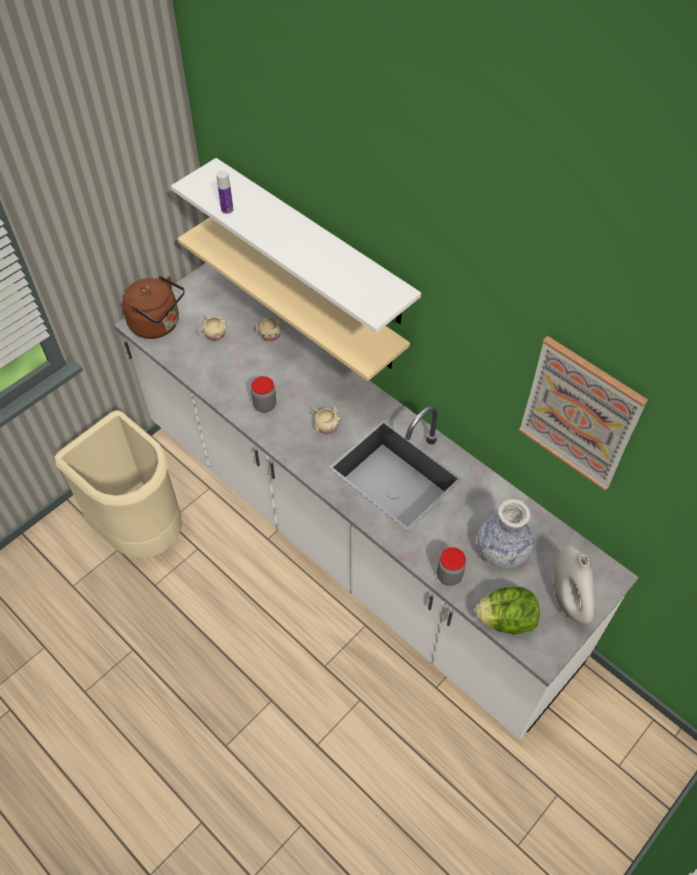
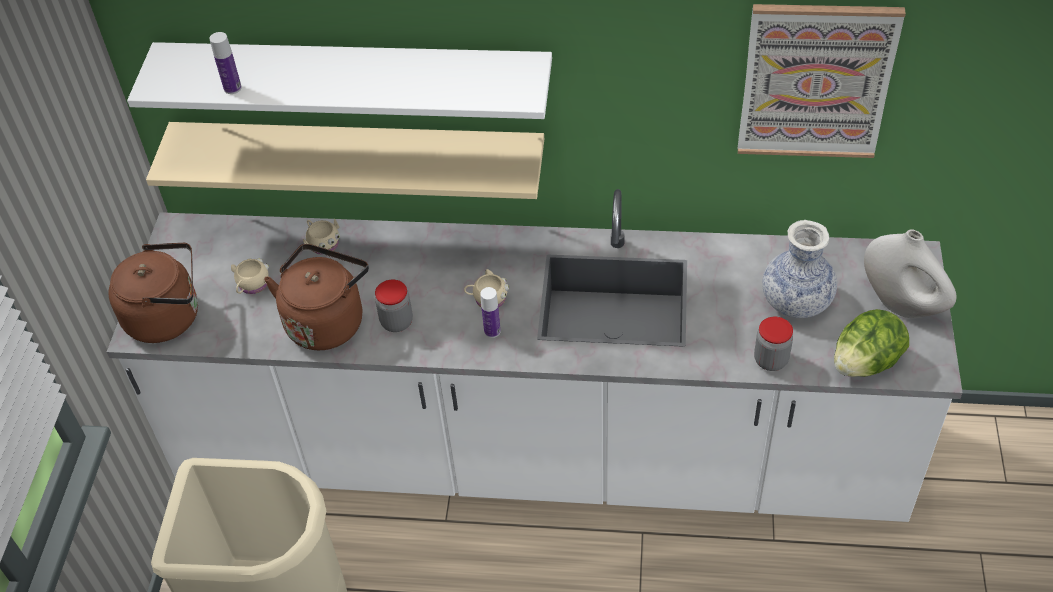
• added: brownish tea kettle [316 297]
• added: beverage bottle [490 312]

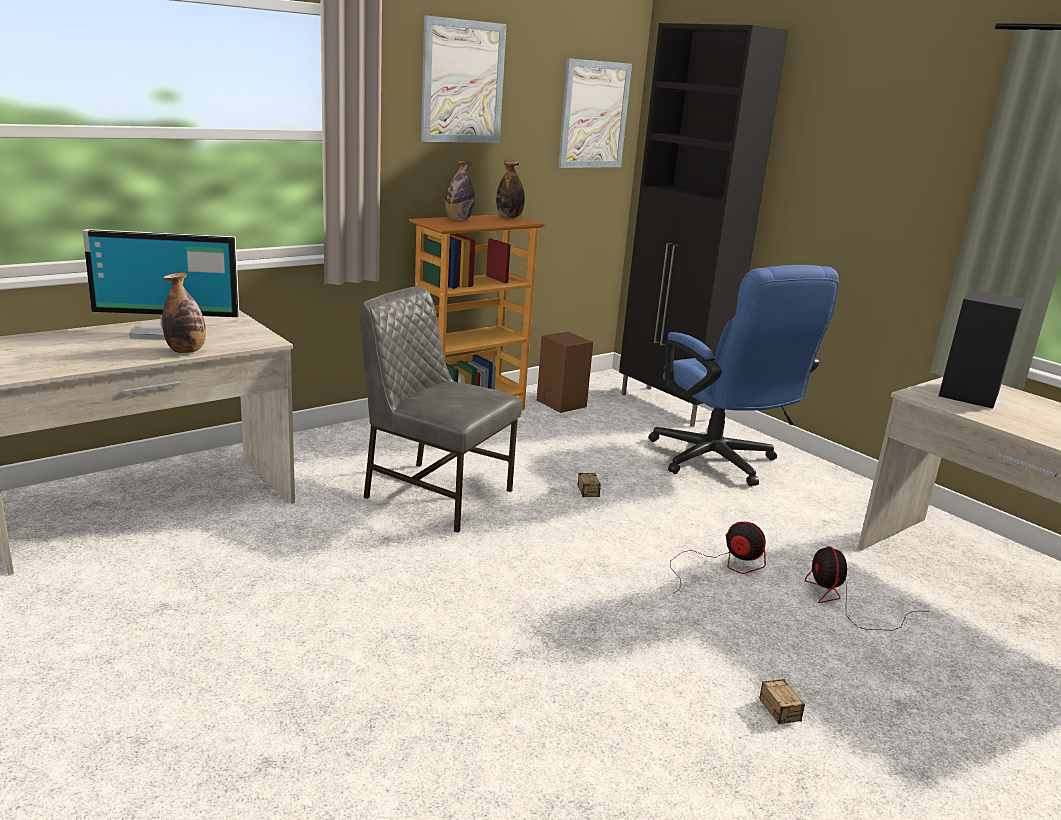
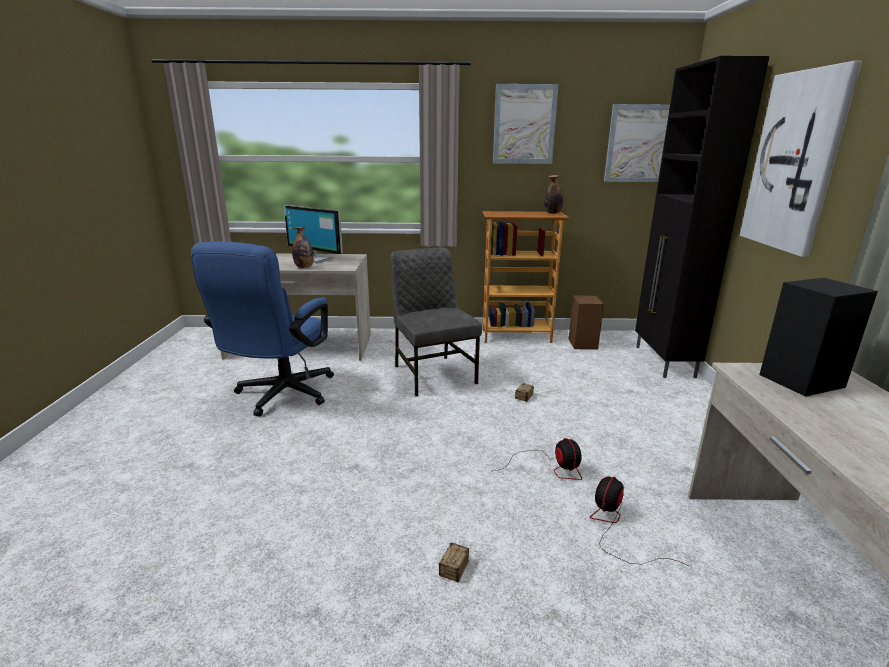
• moved: blue office chair [743 375] to [262 328]
• added: wall picture [801 159]
• removed: beverage bottle [460 190]

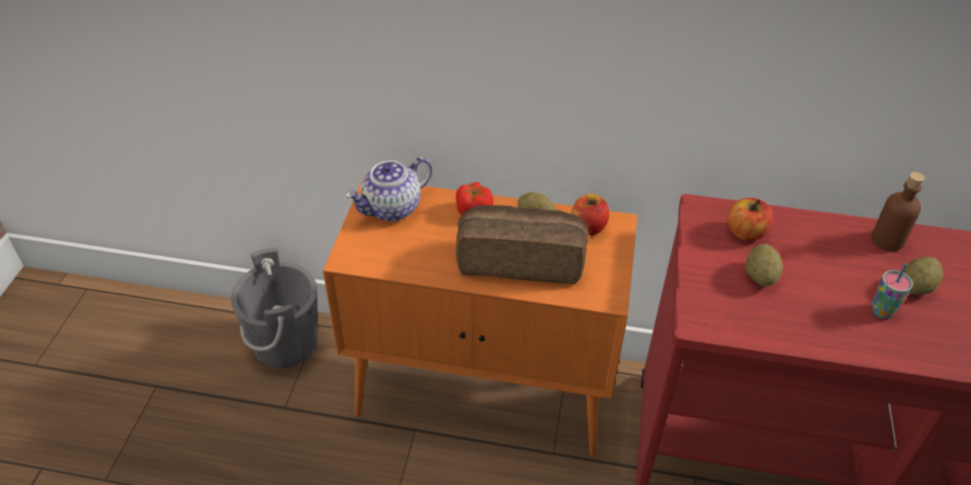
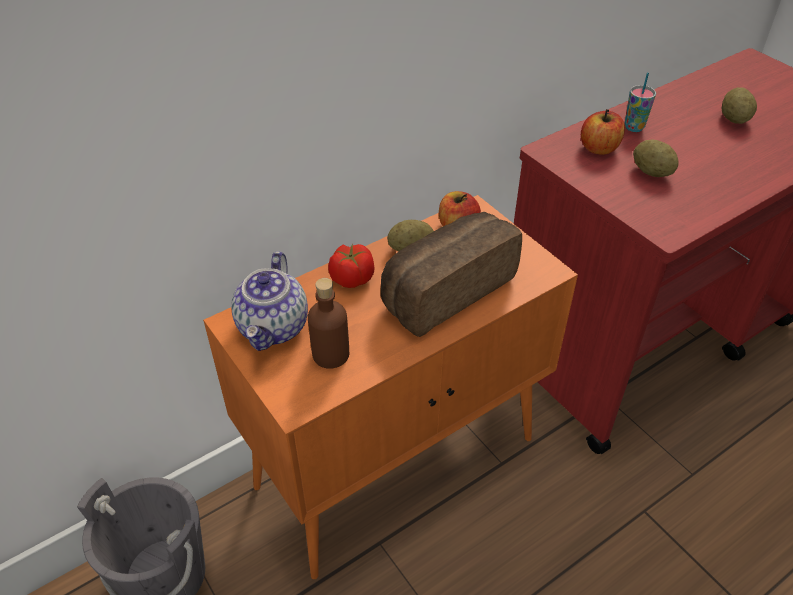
• moved: brownish beverage bottle [898 211] to [328 323]
• moved: drinking cup [892 291] to [640 102]

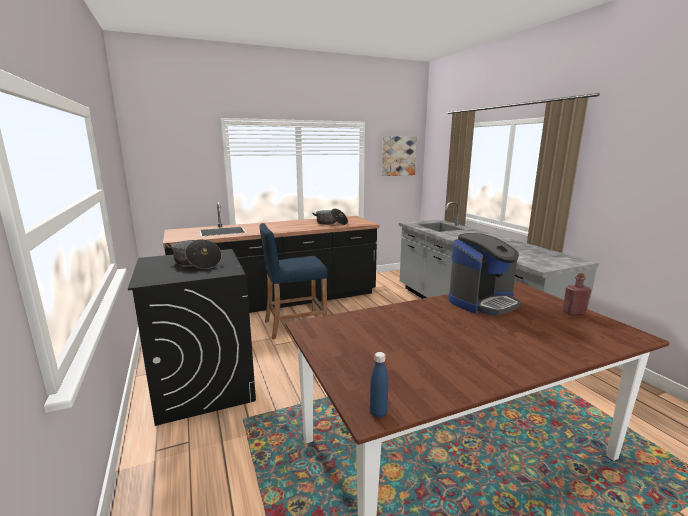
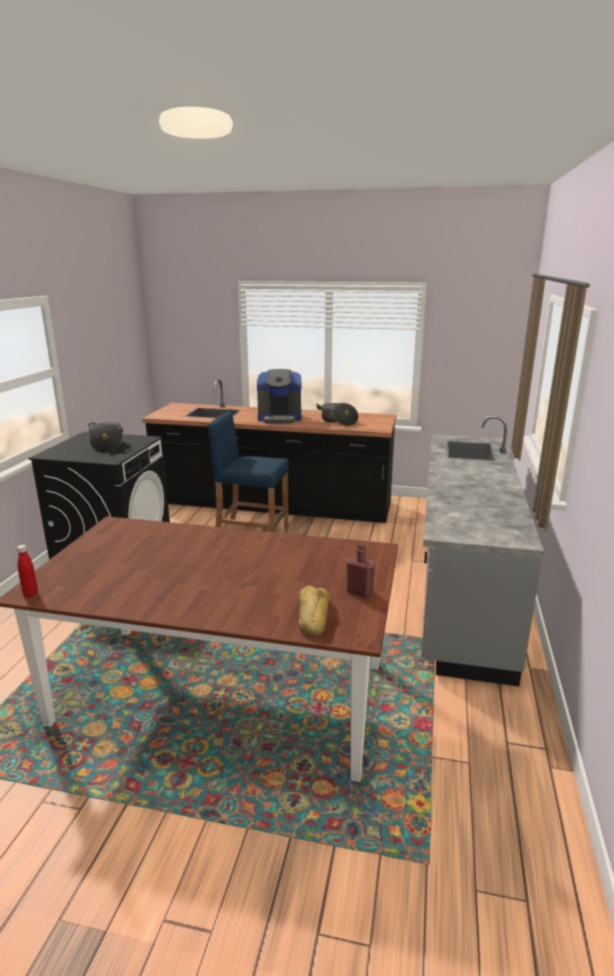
• recoloured: blue beverage bottle [379 385] to red-coloured beverage bottle [27 571]
• moved: coffee maker [485 274] to [279 396]
• added: baked bread [314 611]
• removed: wall picture [399 156]

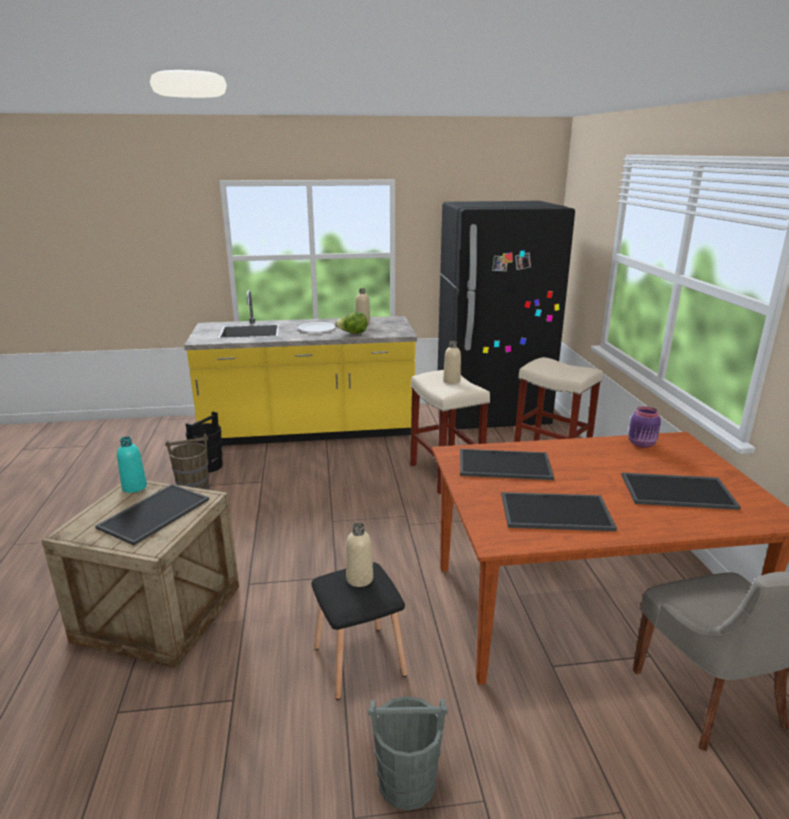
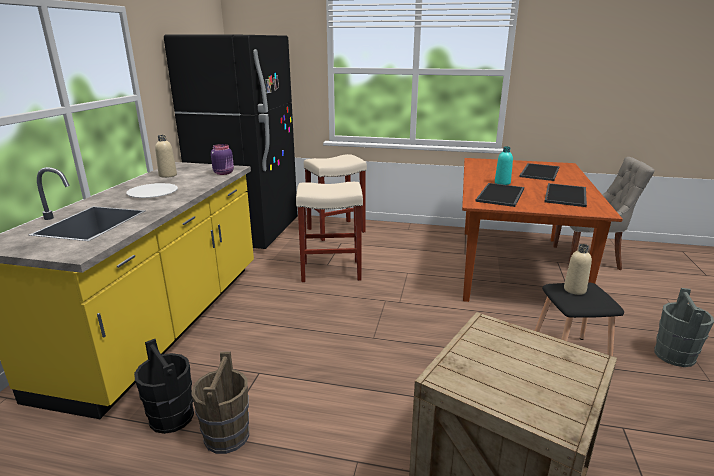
• moved: purple storage jar [644 427] to [222 159]
• moved: turquoise beverage bottle [132 464] to [504 165]
• removed: carrying tray [152 514]
• removed: lettuce head [350 323]
• removed: beige beverage bottle [452 362]

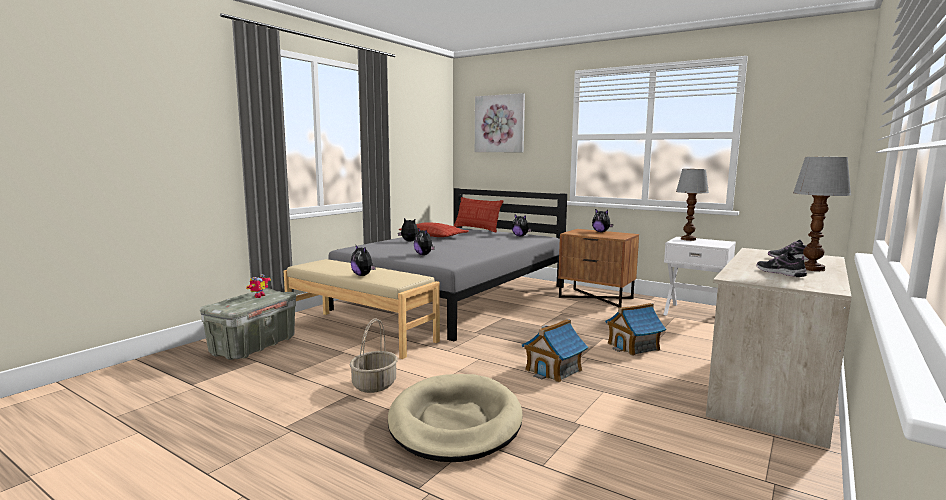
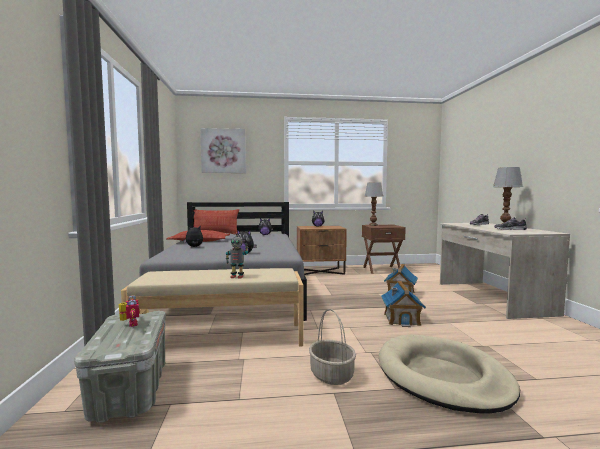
• replaced: plush toy [363 260] to robot figure [237 255]
• recoloured: white nightstand [699 276] to brownish nightstand [384 249]

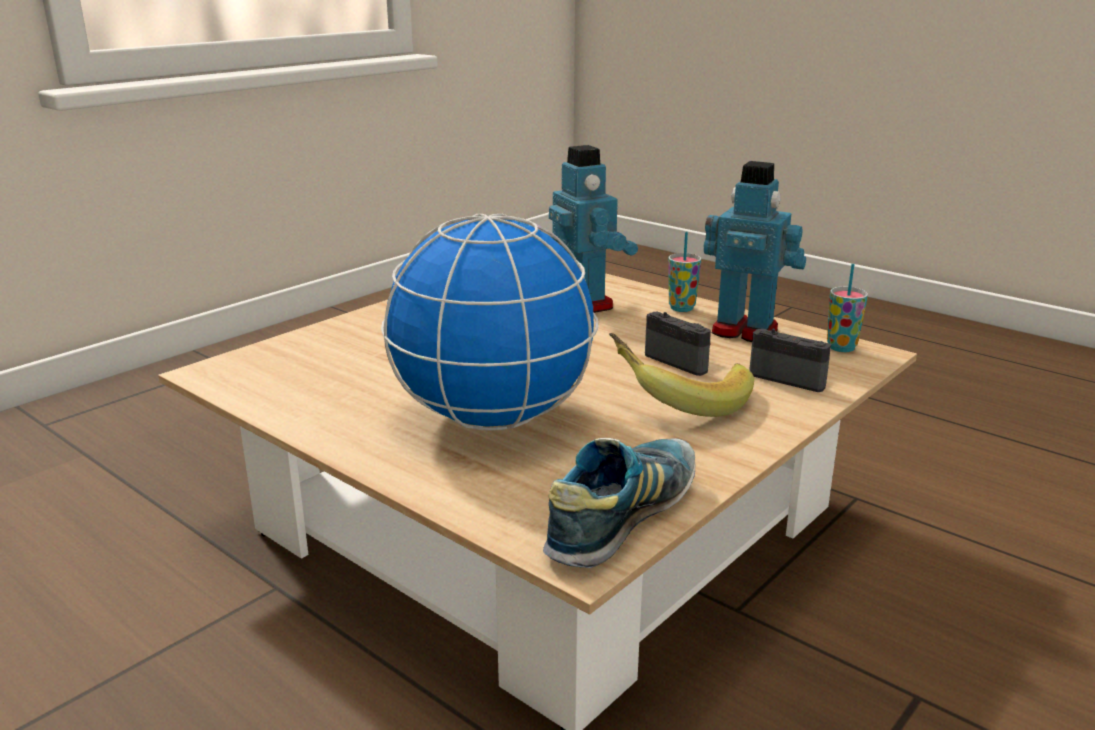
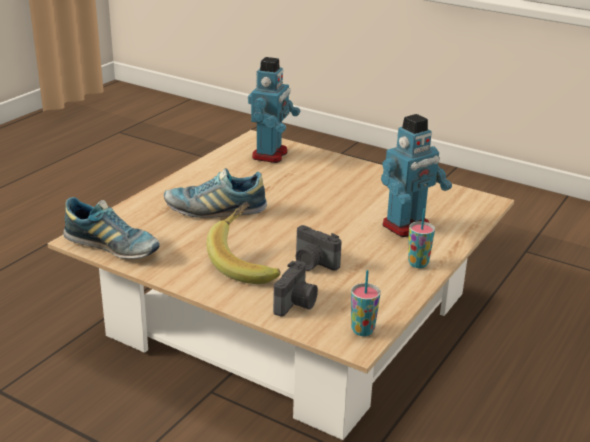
• replaced: desk globe [490 322] to low shoe [215 193]
• moved: robot figure [755 251] to [274 110]
• turned: photo camera [678 344] = [319 248] 90 degrees clockwise

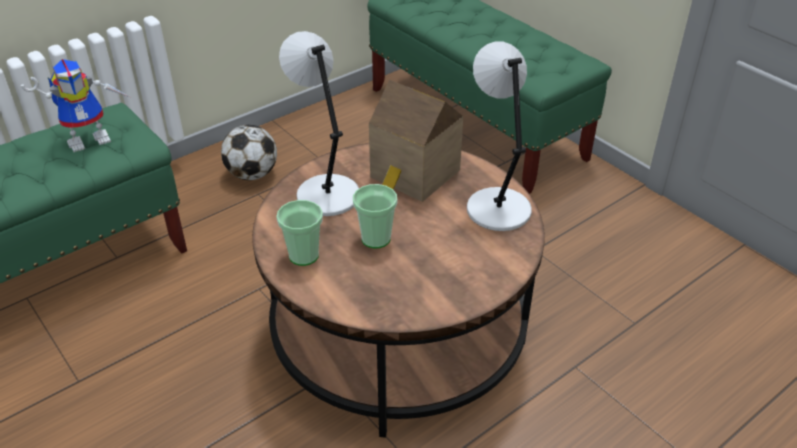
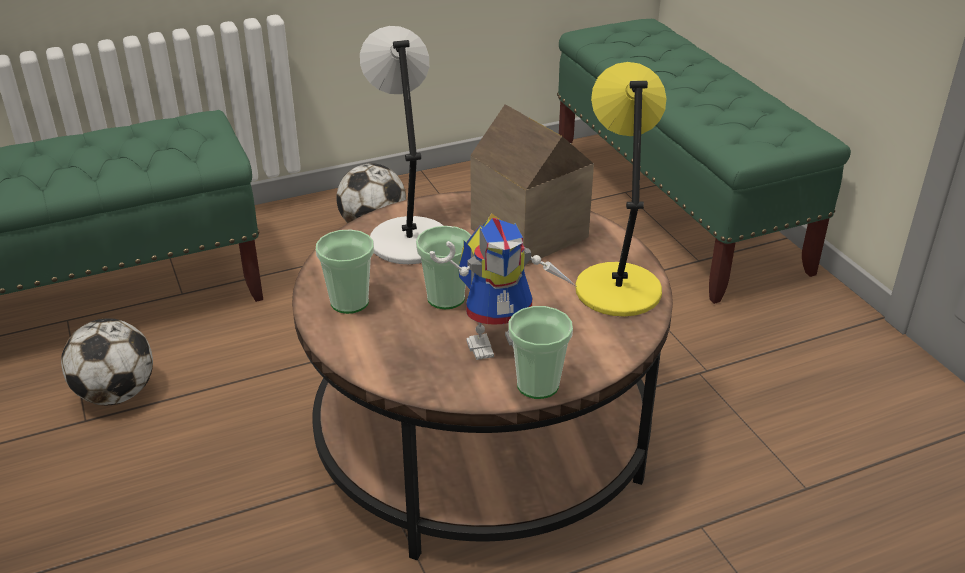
• added: ball for football [107 361]
• moved: robot figure [75 105] to [503 289]
• added: drinking cup [540 352]
• recoloured: greyish lamp for a table [499 136] to yellowish lamp for a table [621 189]

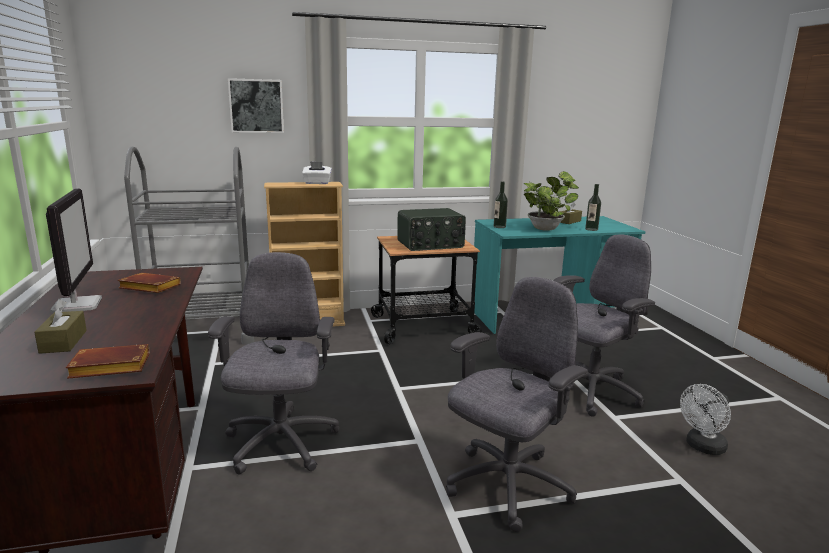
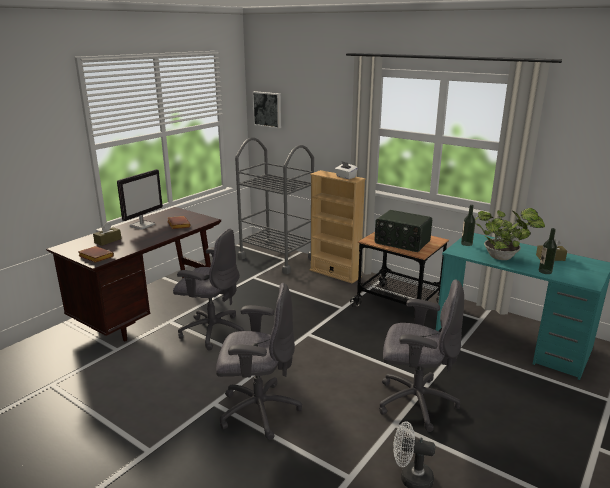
• turned: greyish office chair [273 363] = [209 290] 60 degrees clockwise
• moved: wall picture [256 105] to [266 109]

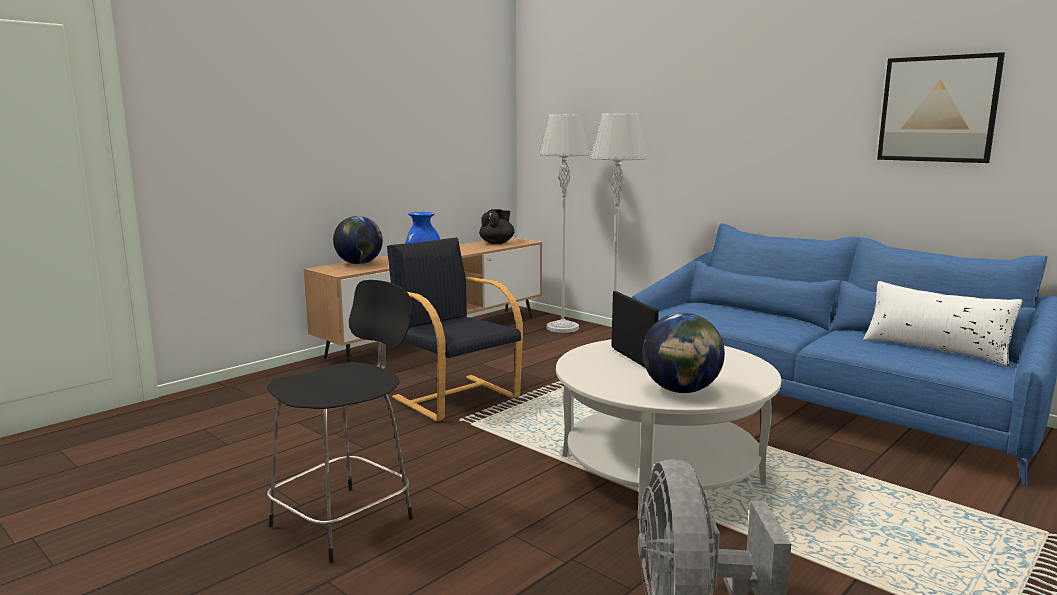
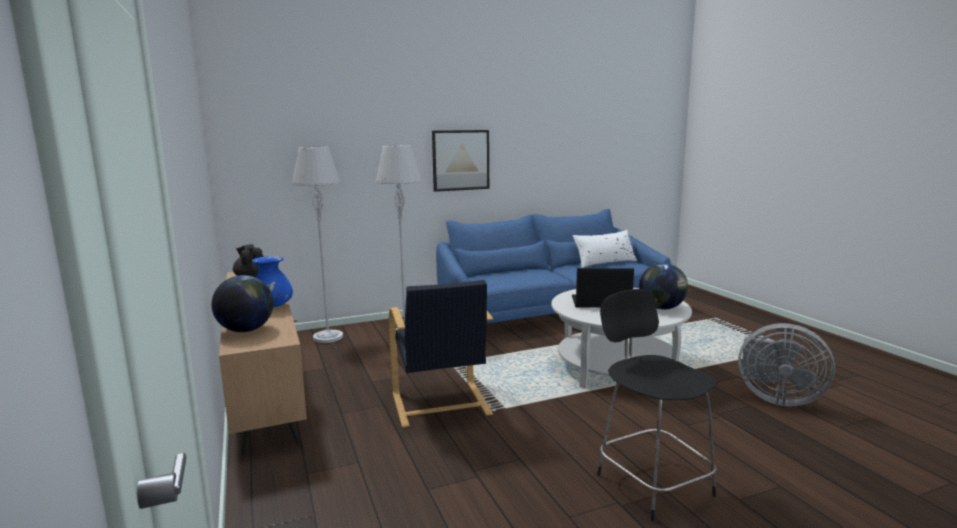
• turned: black armchair [455 329] = [441 354] 90 degrees counterclockwise
• moved: wall picture [941 107] to [460 161]

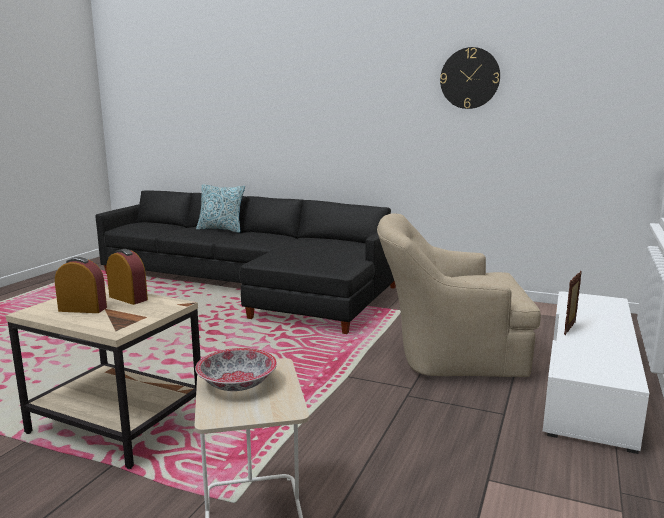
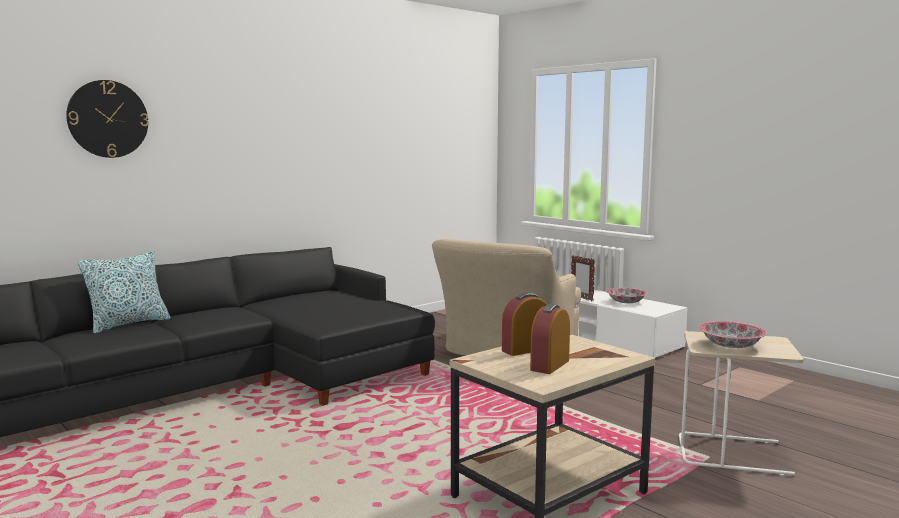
• moved: clock on the wall [470 78] to [107 119]
• added: bowl [627 295]

